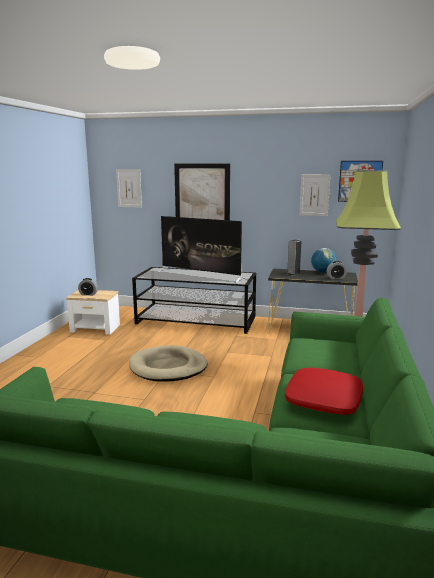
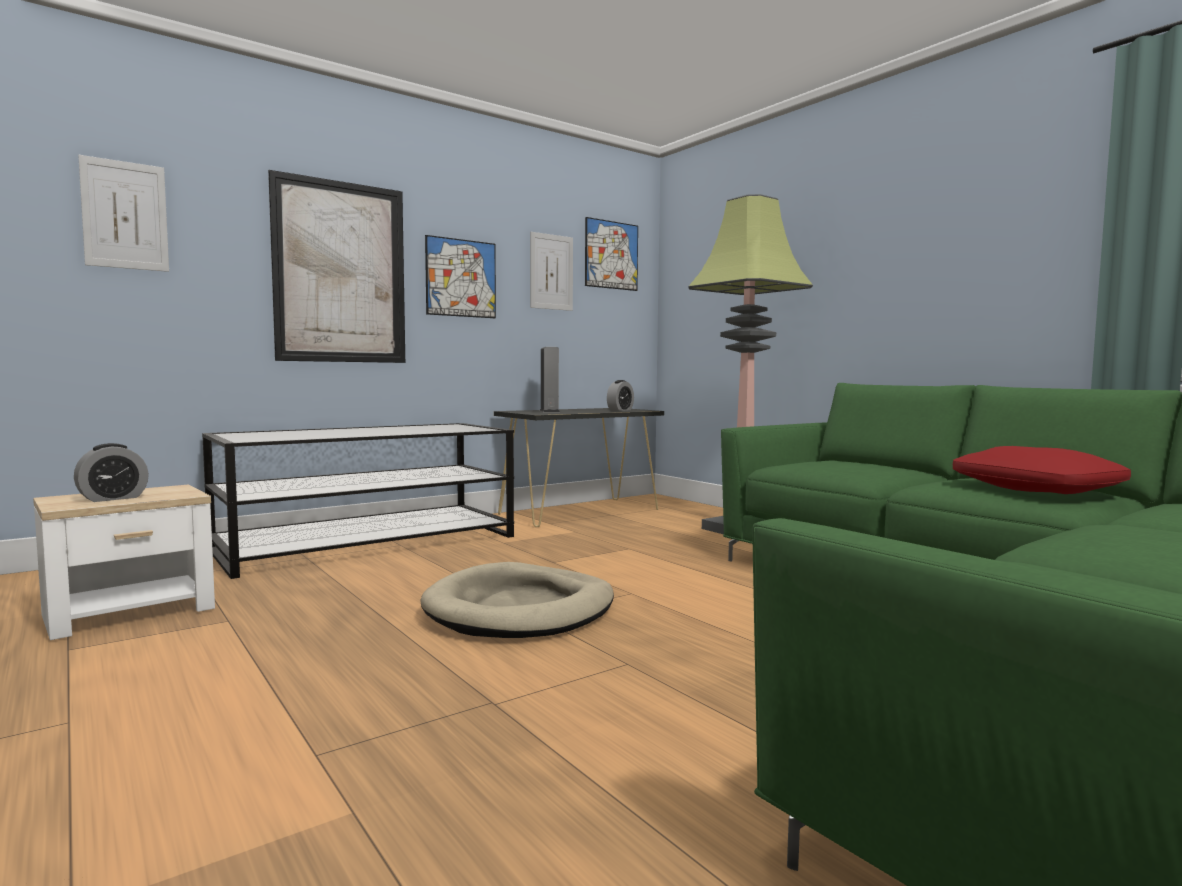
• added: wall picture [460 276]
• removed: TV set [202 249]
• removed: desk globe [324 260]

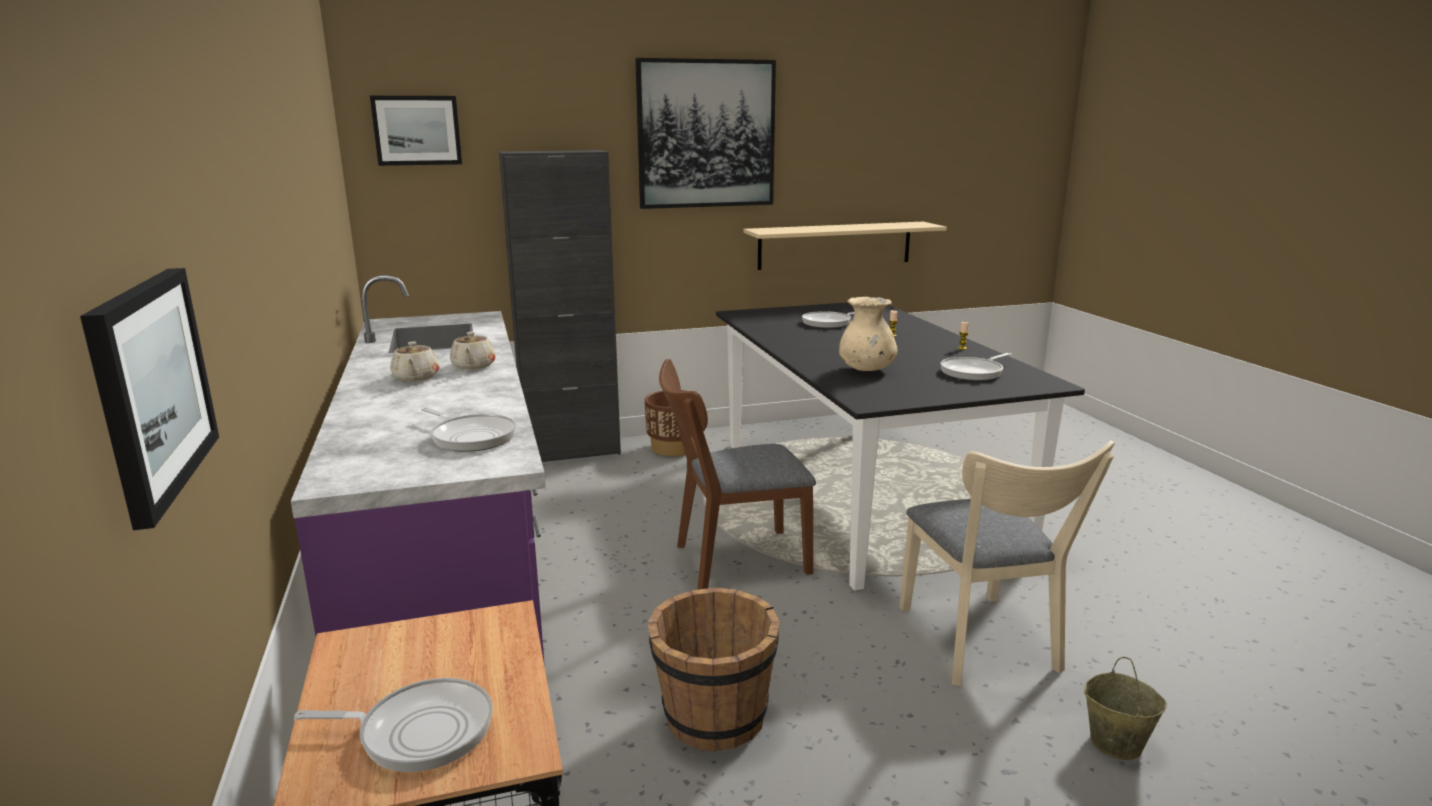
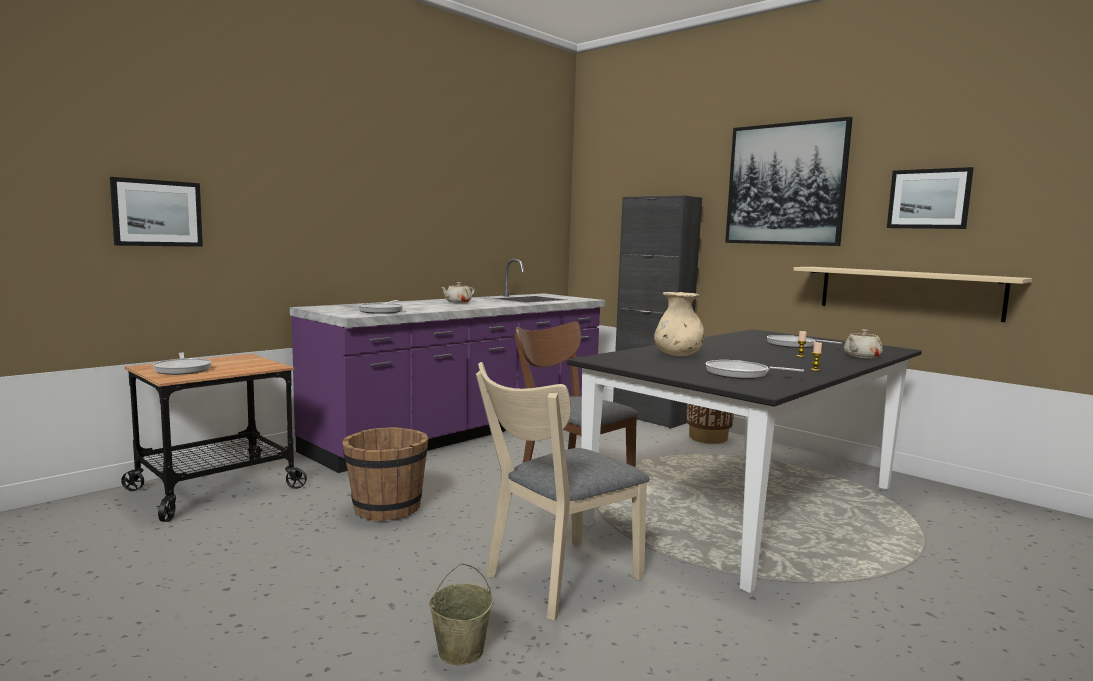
• moved: beige tea pot [473 351] to [863 343]
• moved: wall picture [416 131] to [930 198]

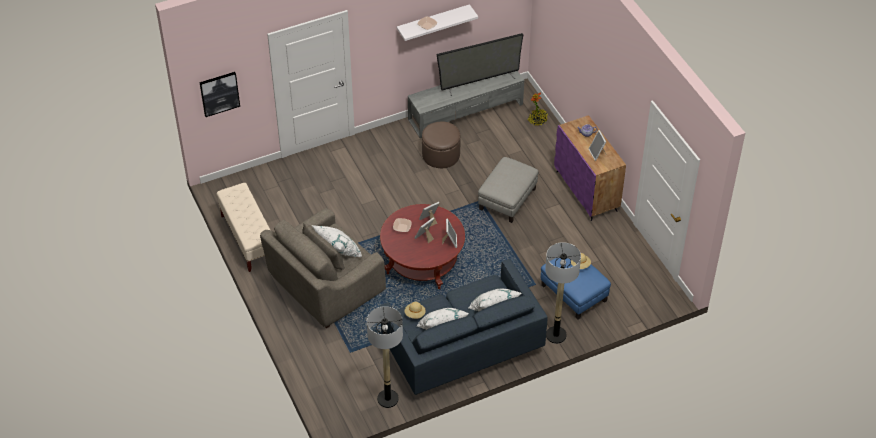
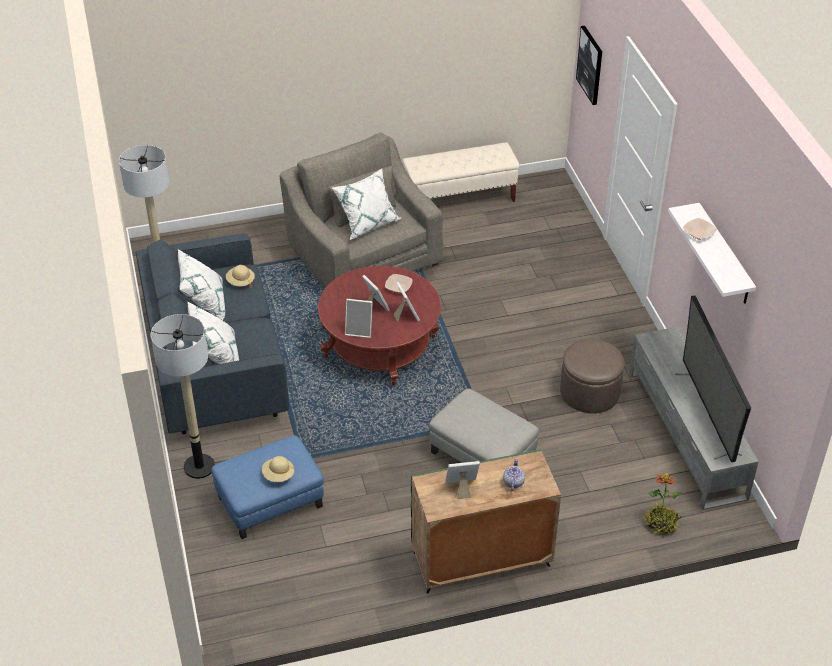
• recoloured: purple cabinet [590 168] to greenish cabinet [486 521]

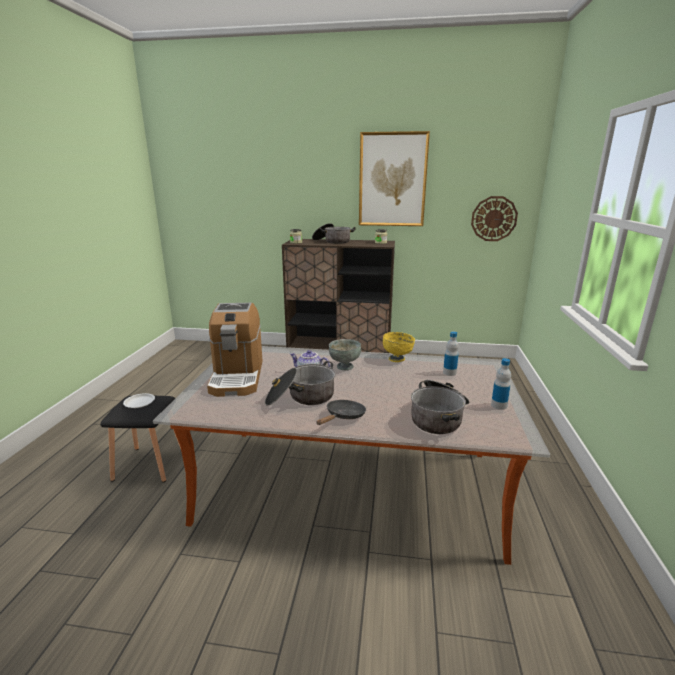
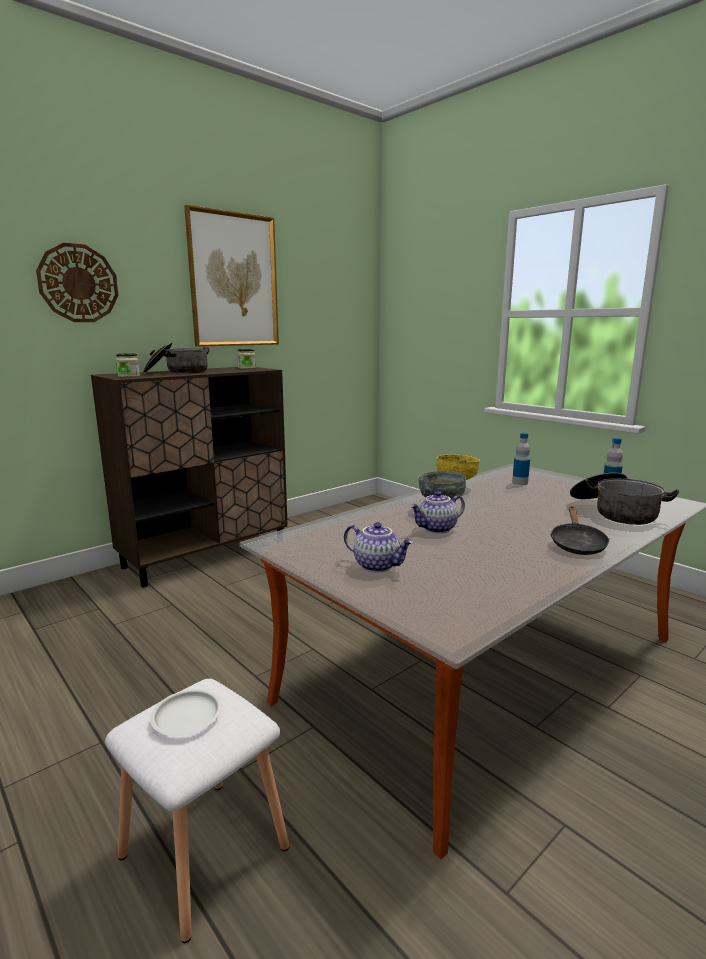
• moved: clock on the wall [494 218] to [77 282]
• recoloured: black stool seat [140 439] to white stool seat [197 811]
• replaced: coffee maker [235 350] to tea pot [378 547]
• turned: black skillet [341 412] = [580 530] 150 degrees counterclockwise
• removed: stockpot [300 383]

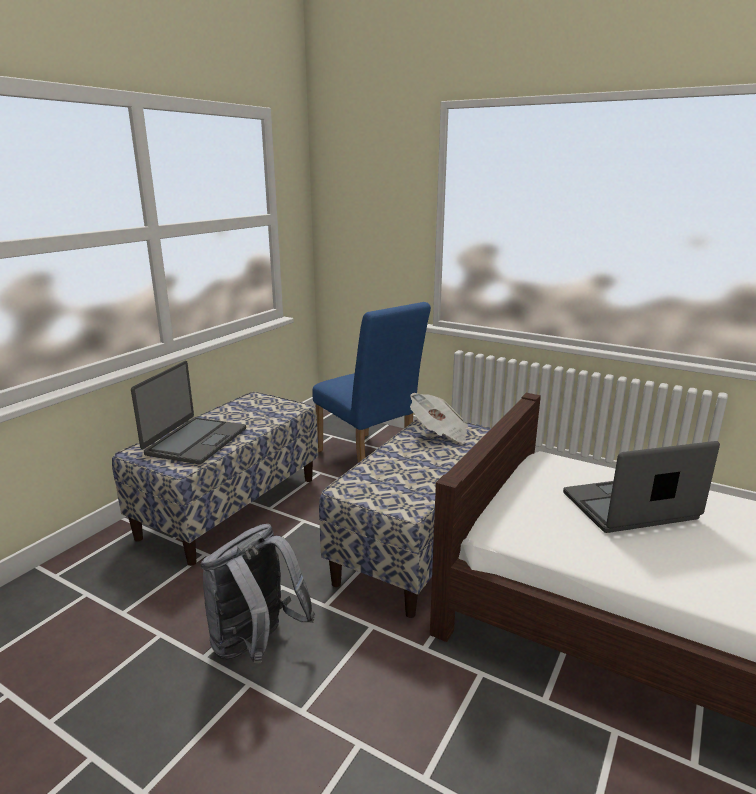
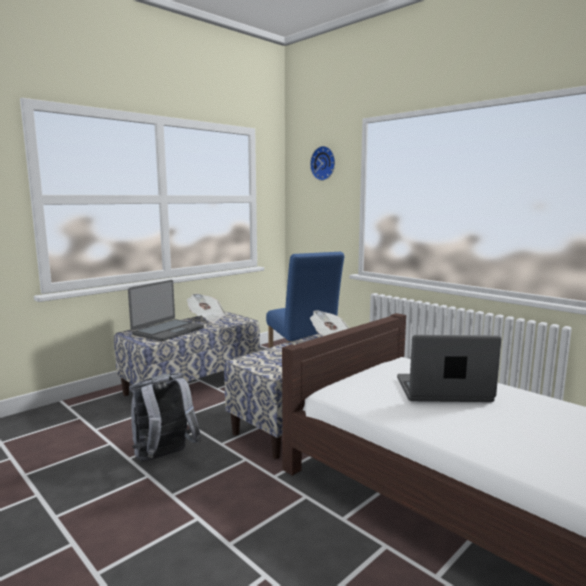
• added: printed paper [206 308]
• added: clock on the wall [322 163]

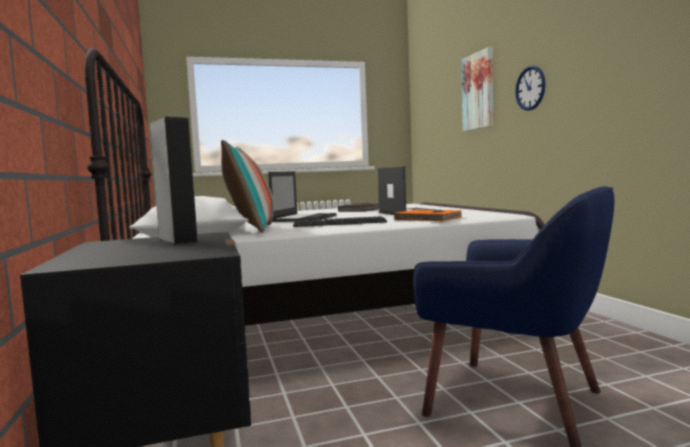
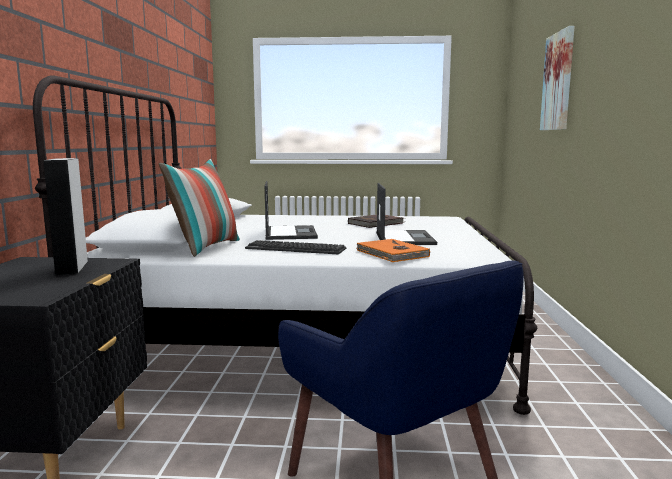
• turned: laptop [302 197] = [291 210] 45 degrees counterclockwise
• removed: clock on the wall [530 88]

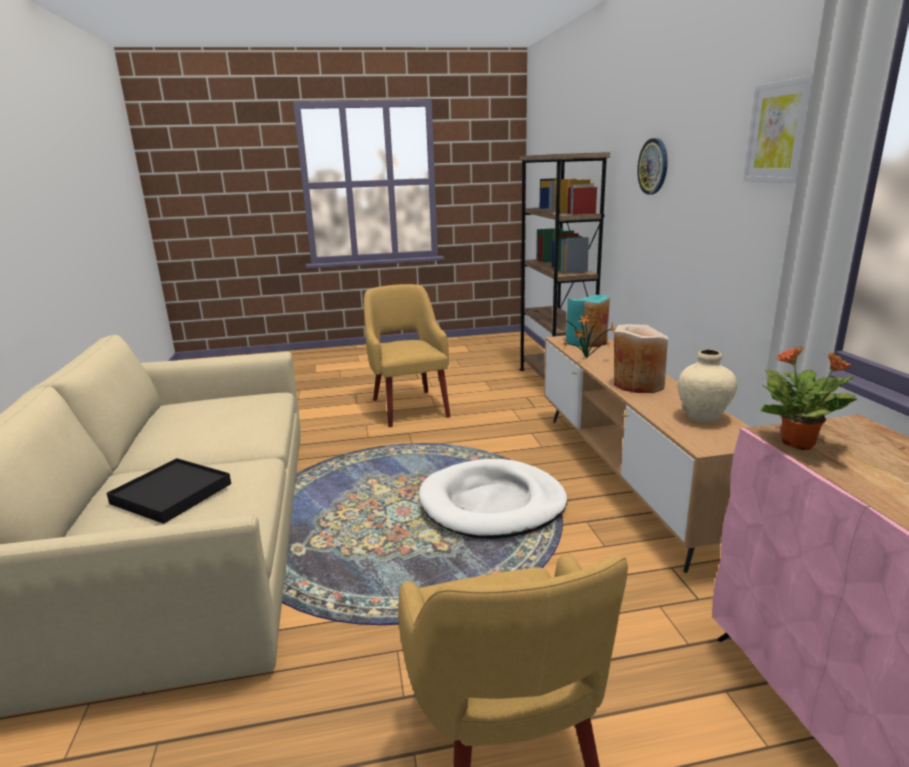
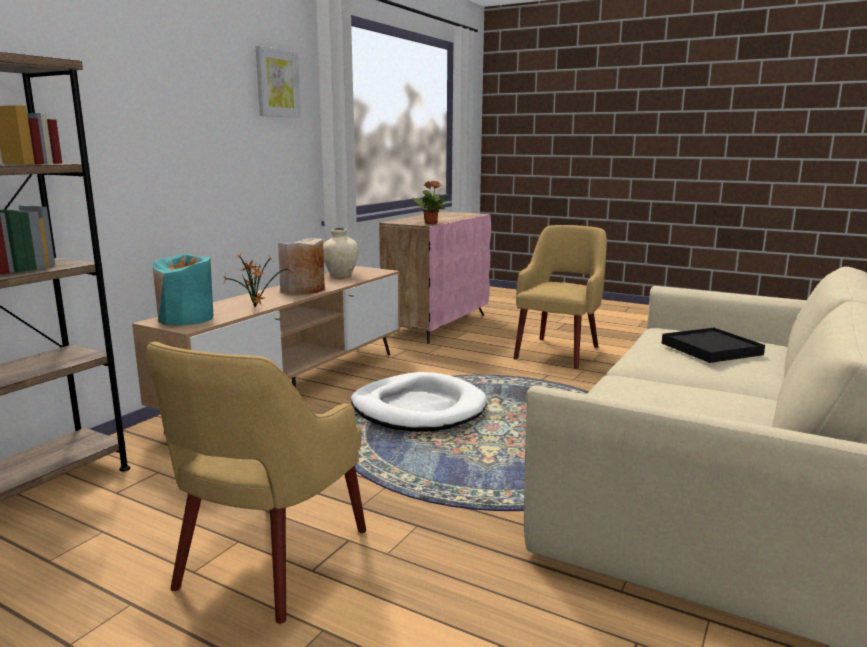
• removed: clock on the wall [652 166]

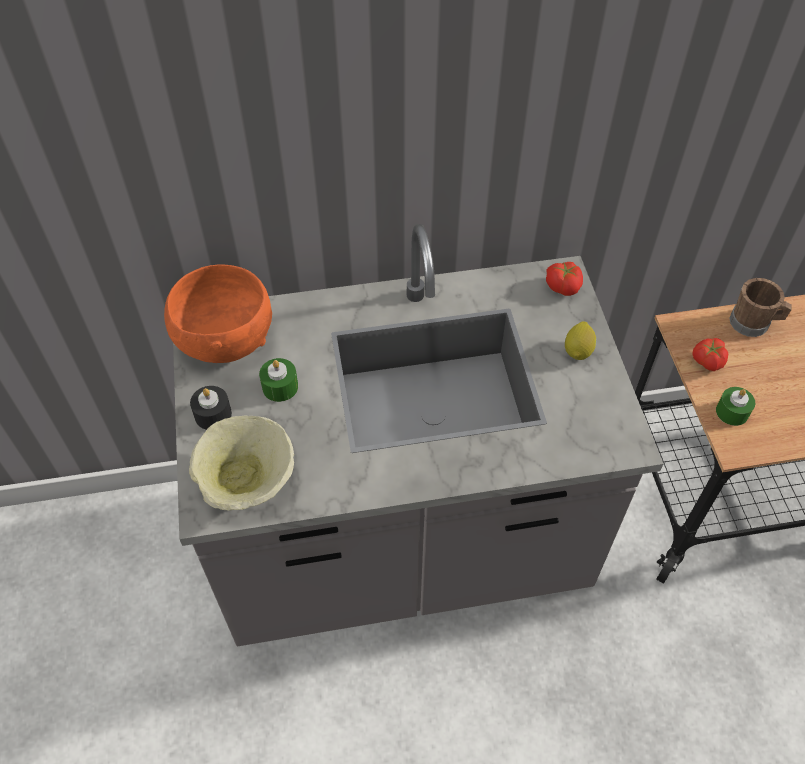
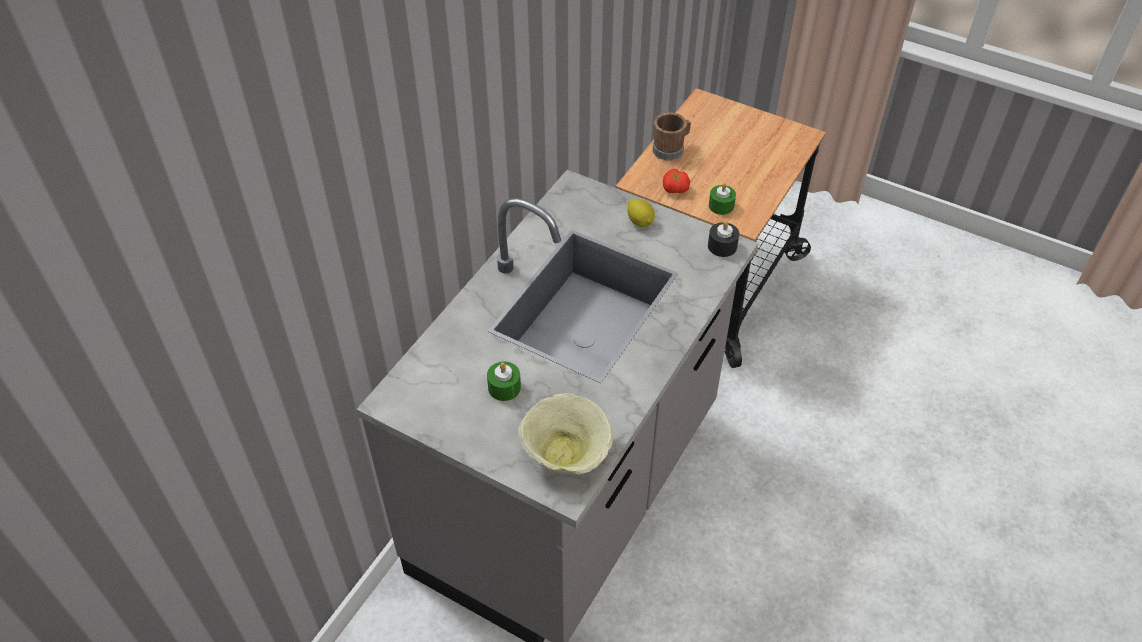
• moved: black candle [211 408] to [723 239]
• removed: orange-coloured bowl [218 314]
• removed: whole tomato [564 279]

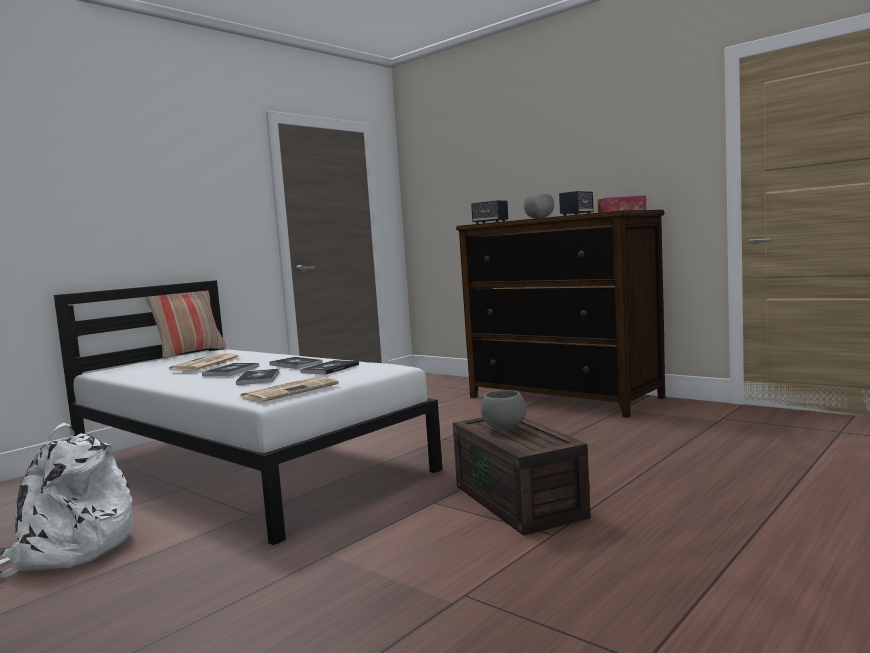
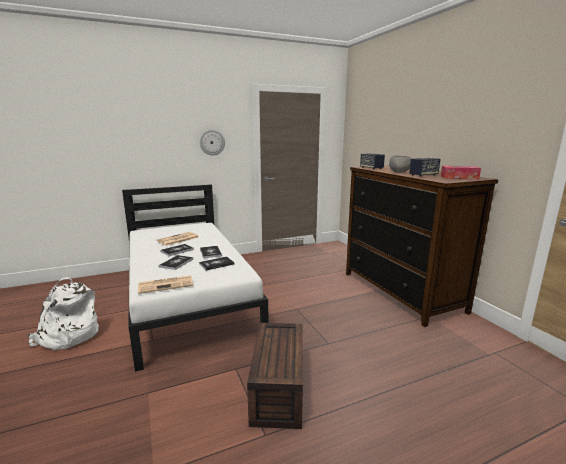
• added: clock on the wall [212 142]
• removed: cushion [186 324]
• removed: greyish bowl [503 410]

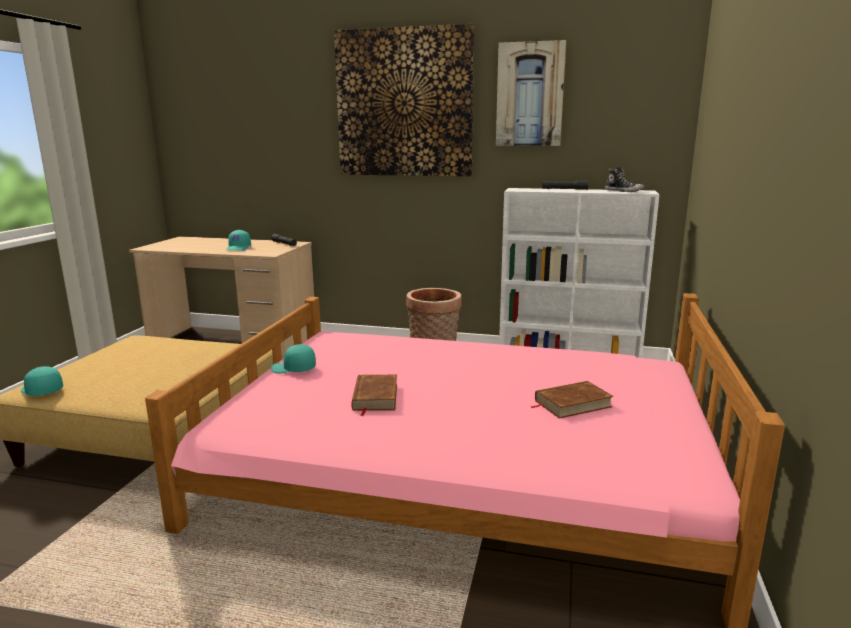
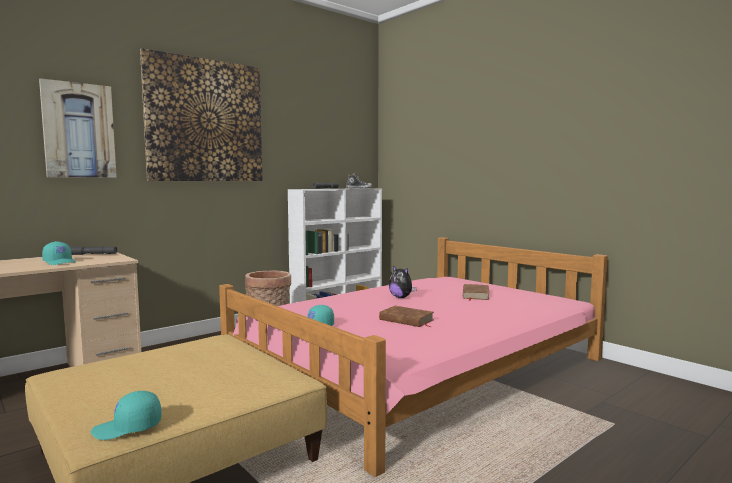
• moved: wall picture [531 93] to [78 128]
• added: plush toy [403 282]

